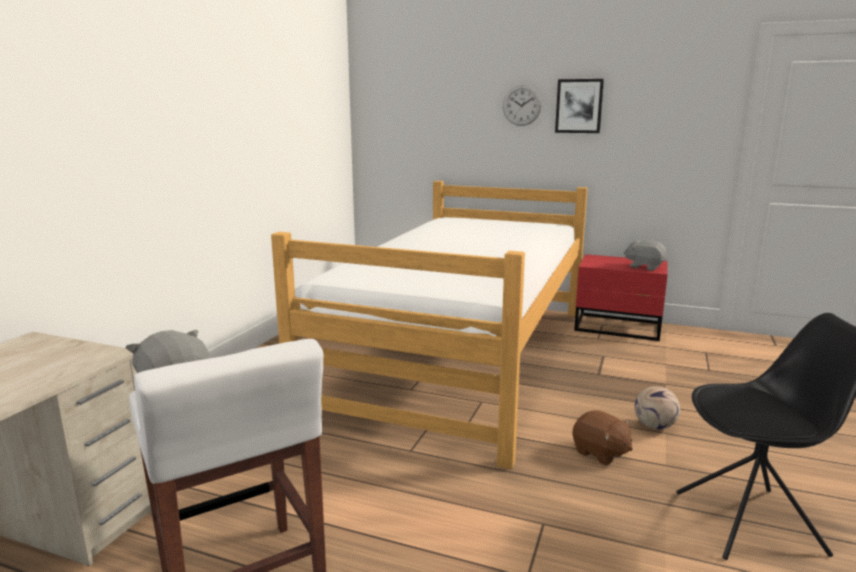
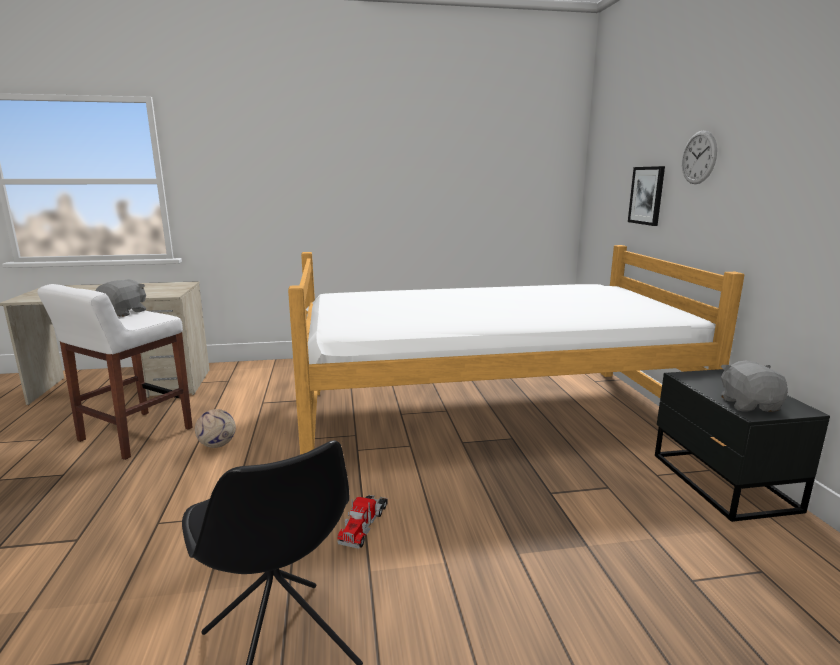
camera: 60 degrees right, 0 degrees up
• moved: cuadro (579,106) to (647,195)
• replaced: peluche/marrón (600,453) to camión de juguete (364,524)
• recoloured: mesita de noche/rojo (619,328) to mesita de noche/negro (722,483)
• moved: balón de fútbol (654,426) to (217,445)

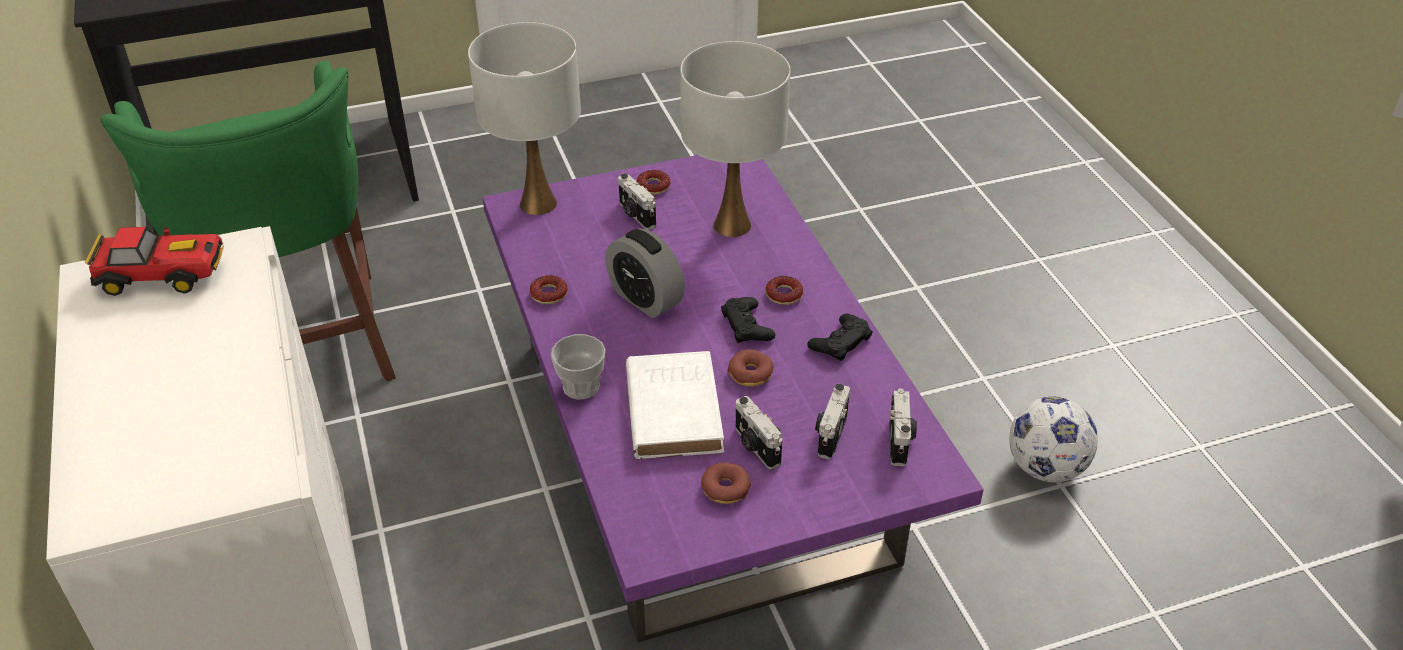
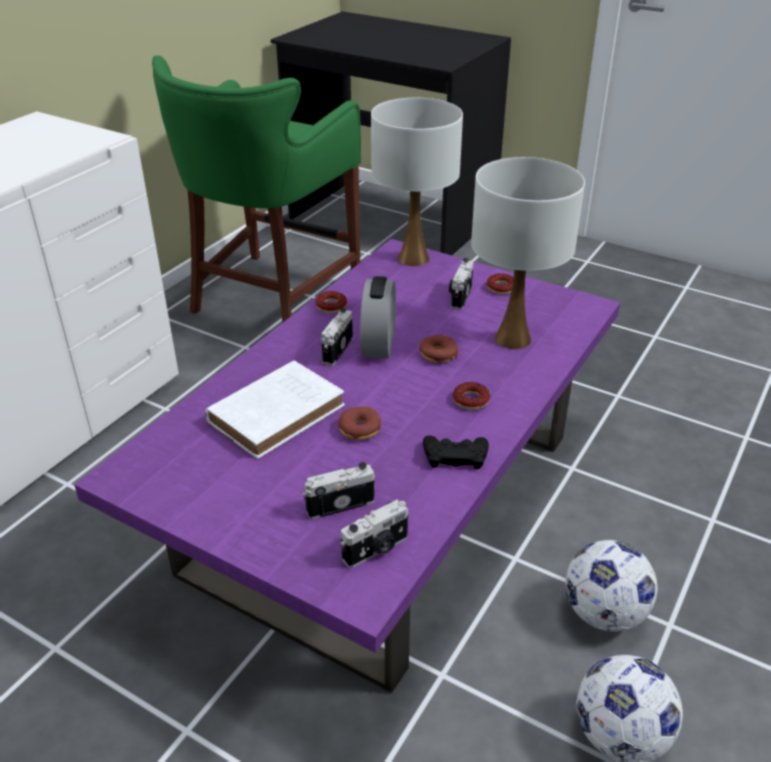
camera: 50 degrees right, 5 degrees down
• removed: coche de juguete (163,275)
• removed: taza (581,387)
• moved: rosquilla (725,489) to (438,354)
• removed: mando de consola/negro (747,326)
• moved: cámara (755,446) to (336,349)
• added: balón de fútbol (603,613)

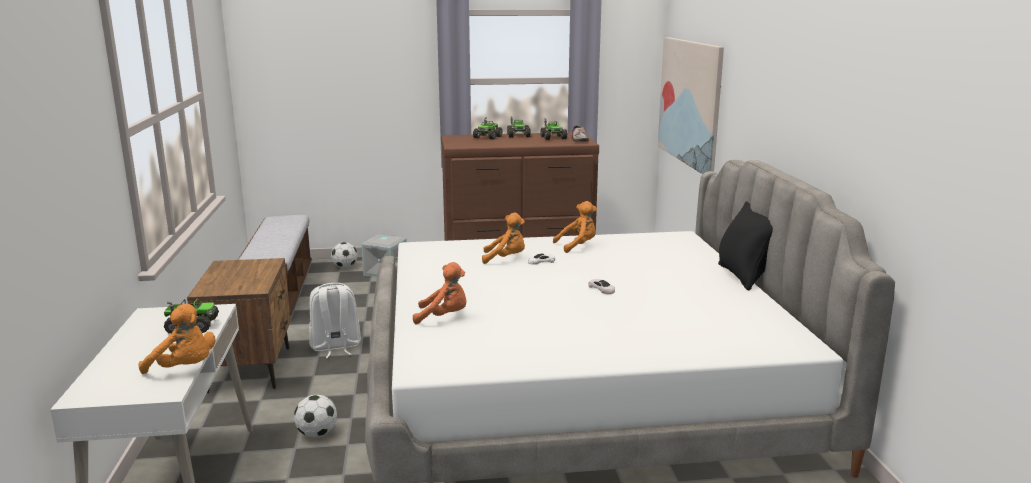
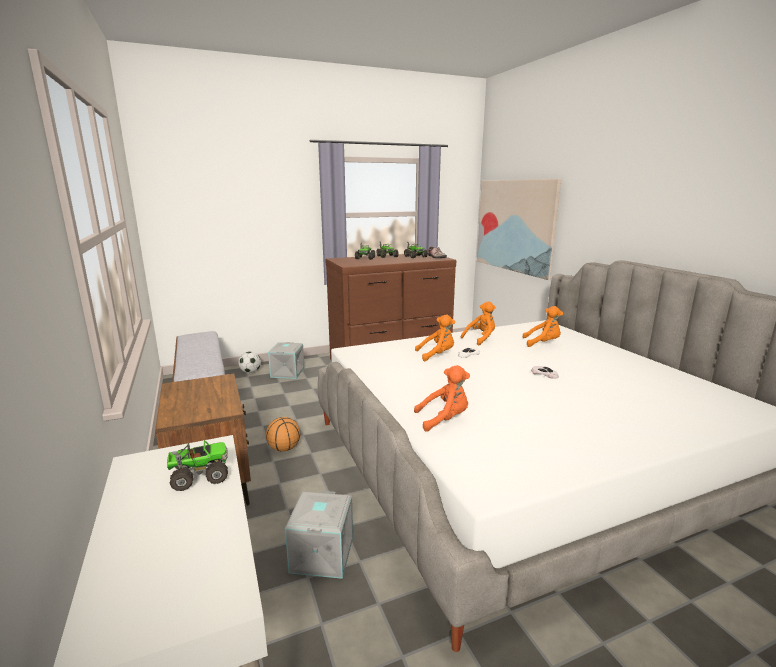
camera: 15 degrees left, 0 degrees up
• moved: peluche/naranja (185,368) to (543,343)
• replaced: balón de fútbol (317,434) to caja de almacenaje/gris (321,554)
• replaced: mochila/blanco (335,347) to balón de baloncesto (284,449)
• removed: cojín/negro (743,276)

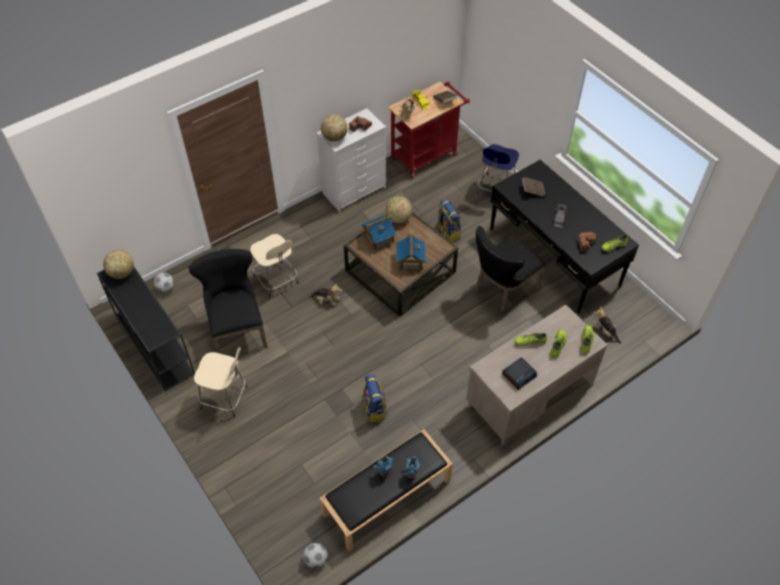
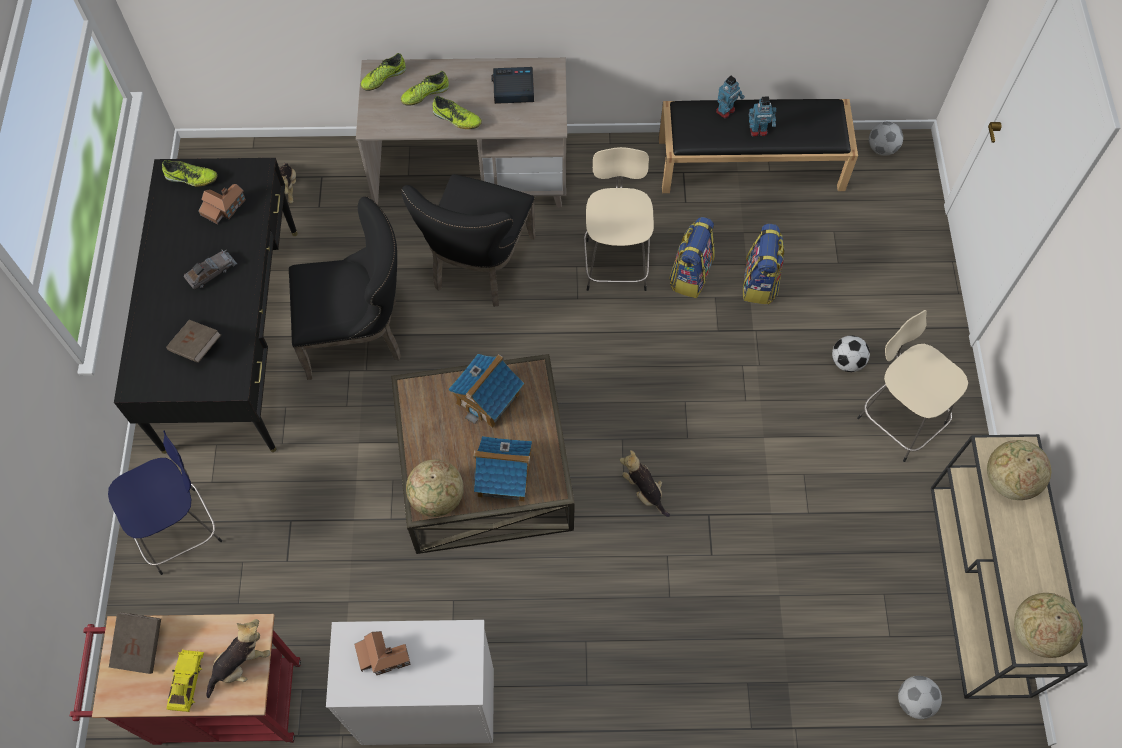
camera: 145 degrees left, 10 degrees up
• recoloured: mesa consola/negro (153,343) to mesa consola/beis (979,590)
• moved: silla/negro (237,328) to (479,267)
• moved: taburete/beis (276,280) to (616,262)
• moved: globo terráqueo (335,137) to (1008,480)
• moved: mochila (447,232) to (760,283)
• added: balón de fútbol (847,362)

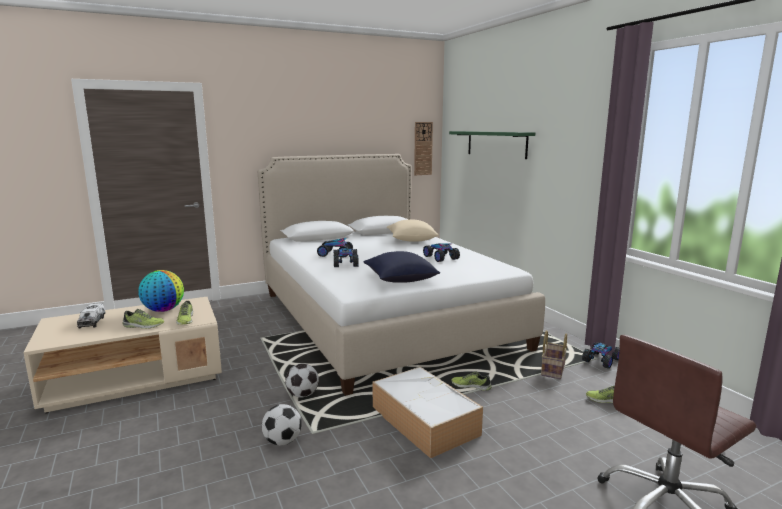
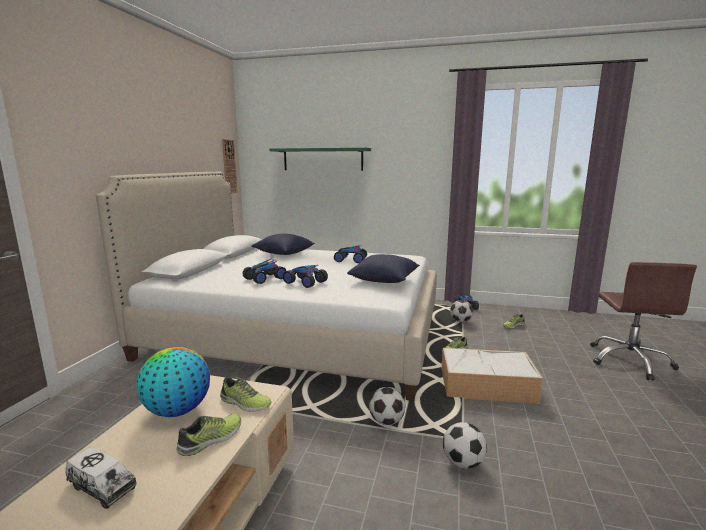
camera: 50 degrees left, 0 degrees up
• recoloured: cojín/beis (411,240) to cojín/azul (284,254)
• replaced: cesta (552,369) to balón de fútbol (460,321)

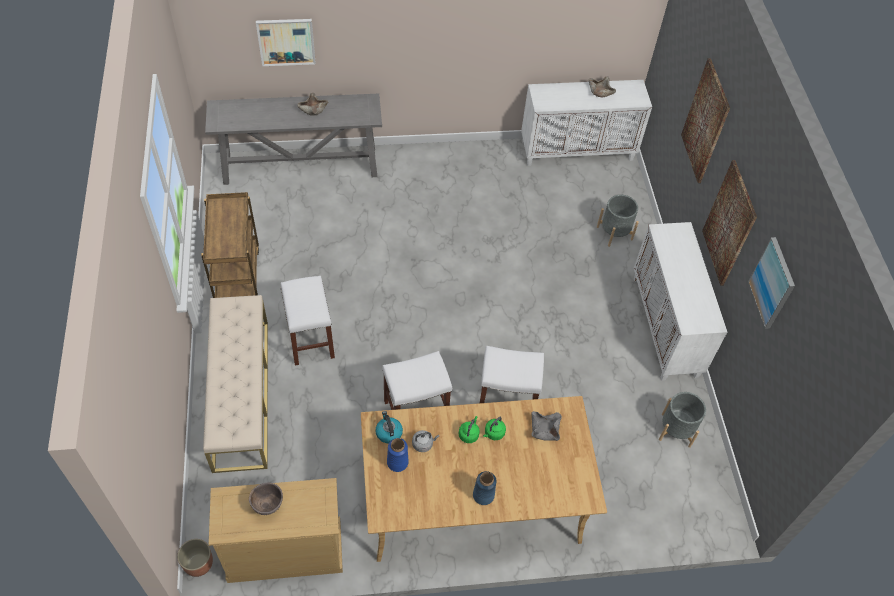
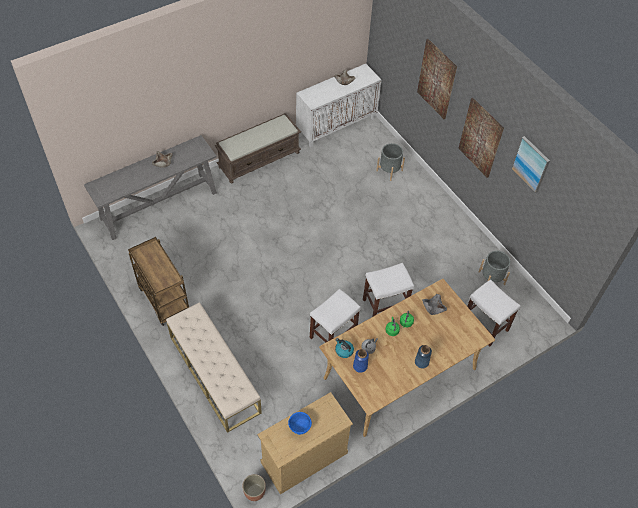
camera: 25 degrees left, 0 degrees up
• recoloured: cuenco/marrón (268,505) to cuenco/azul (299,427)
• removed: cuadro (286,41)
• moved: taburete/blanco (311,340) to (486,326)
• removed: armario/blanco (665,327)
• added: banco/marrón (259,159)

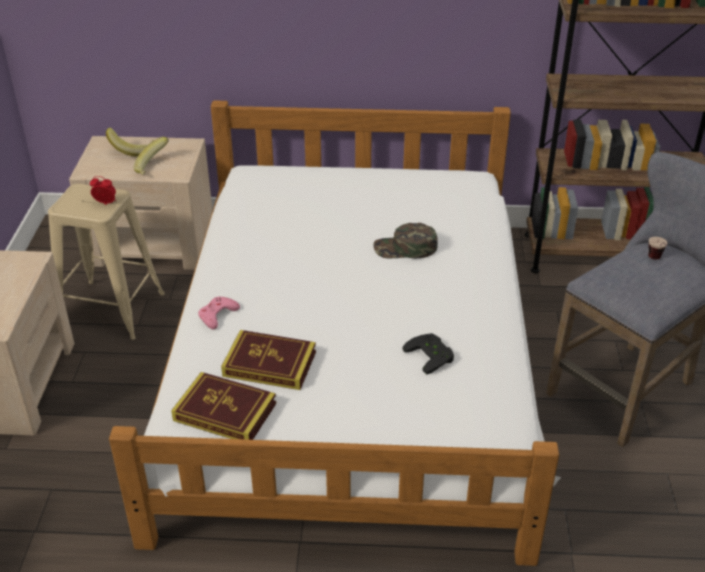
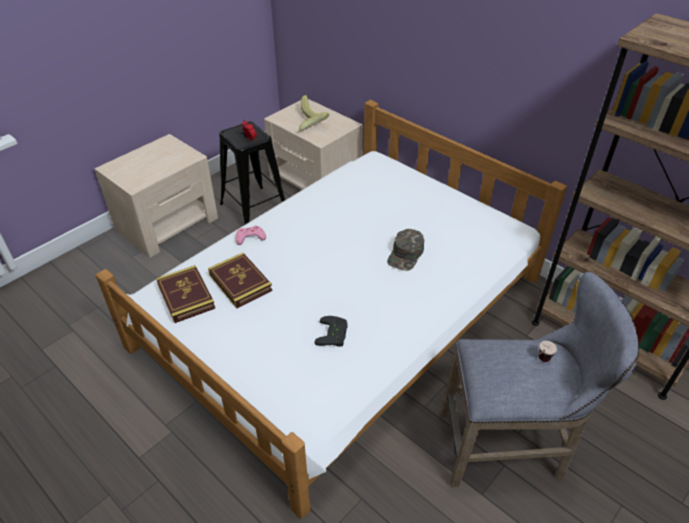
camera: 40 degrees right, 5 degrees up
• recoloured: taburete/beis (111,309) to taburete/negro (254,208)
• turned: gorra/verde (405,248) = (406,254) 105 degrees counterclockwise

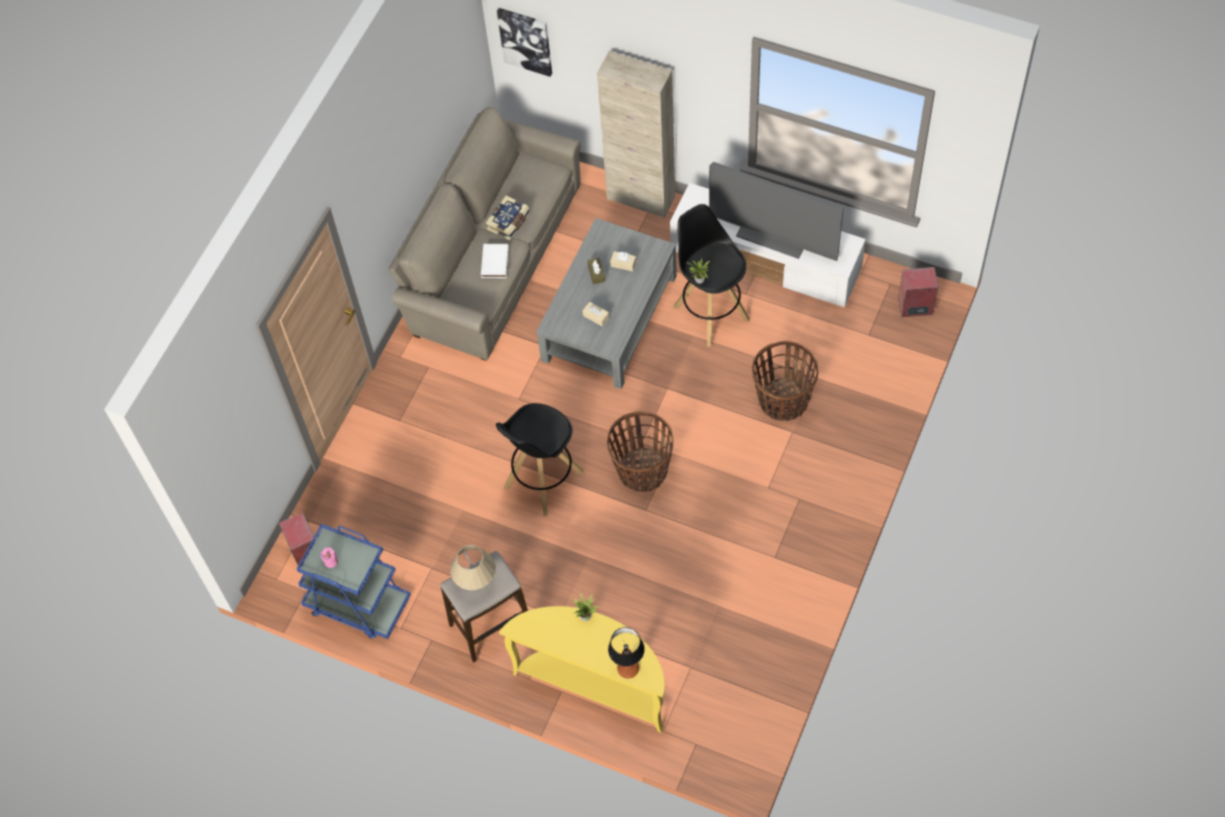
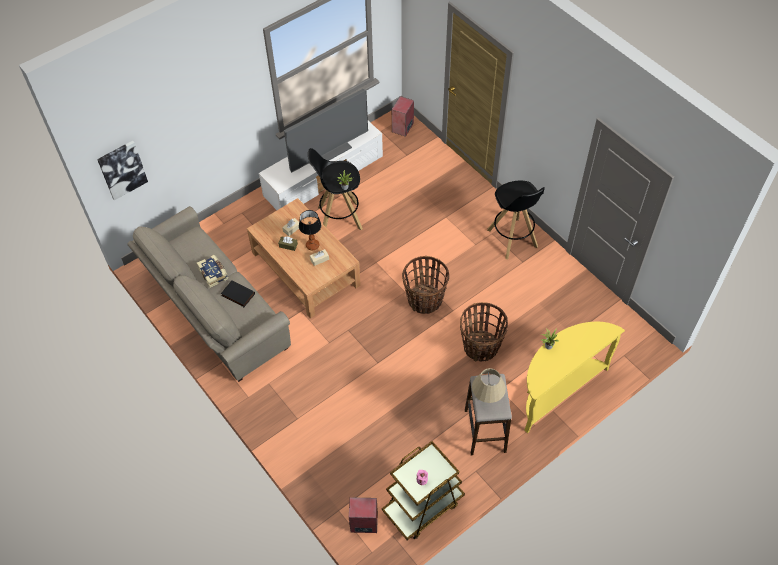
camera: 65 degrees left, 5 degrees down
• recoloured: carrito/azul (357,604) to carrito/marrón (422,506)
• recoloured: libro/blanco (494,262) to libro/negro (237,295)
• moved: taburete/negro (543,480) to (512,239)
• recoloured: mesa de centro/gris (609,317) to mesa de centro/marrón (305,268)
• removed: armario/beis (641,198)
• moved: lámpara de mesa (628,669) to (313,245)
• moved: cesta (783,401) to (481,347)

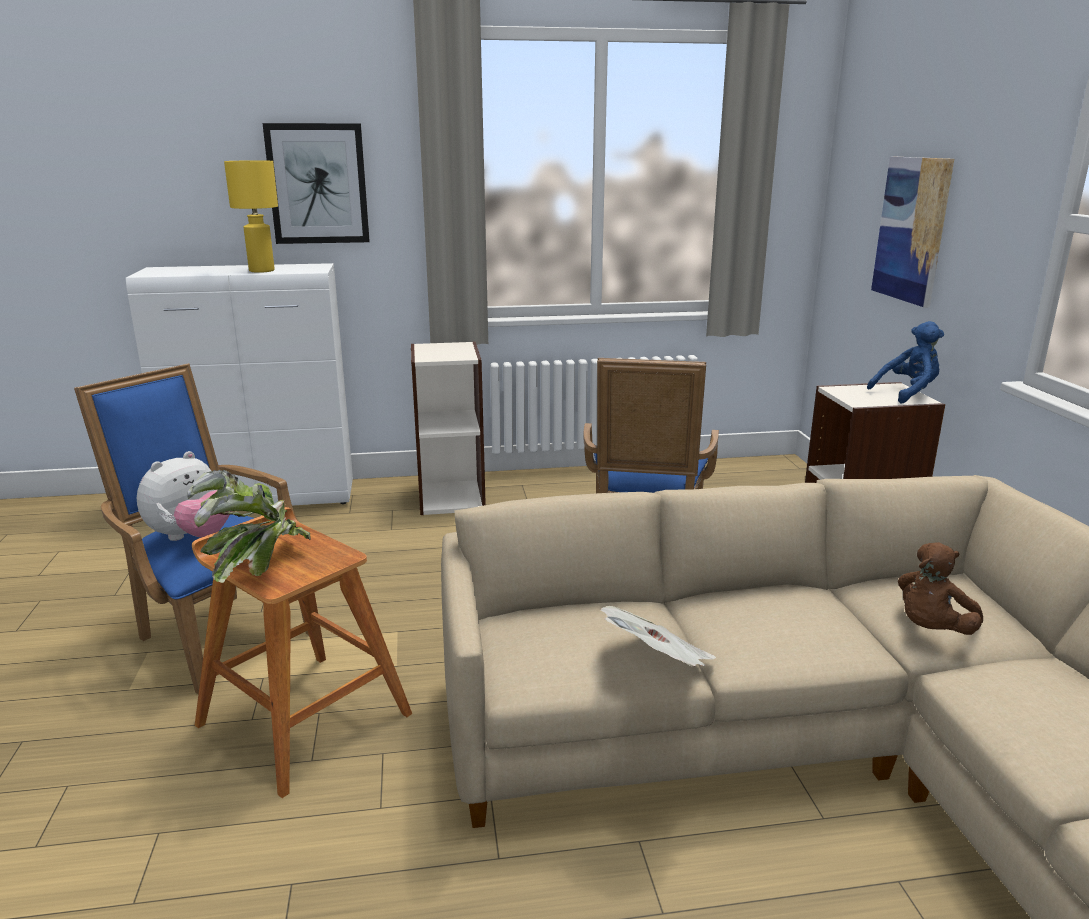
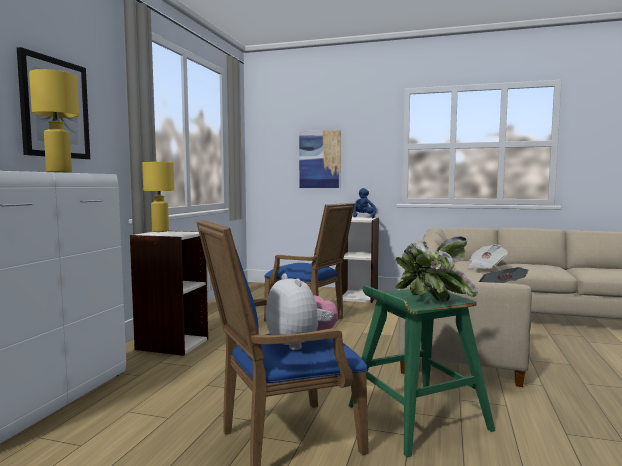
camera: 65 degrees left, 15 degrees down
• recoloured: taburete/marrón (303,718) to taburete/verde (416,418)
• replaced: peluche/marrón (931,630) to periódico (485,267)
• added: lámpara de mesa/amarillo (160,231)

